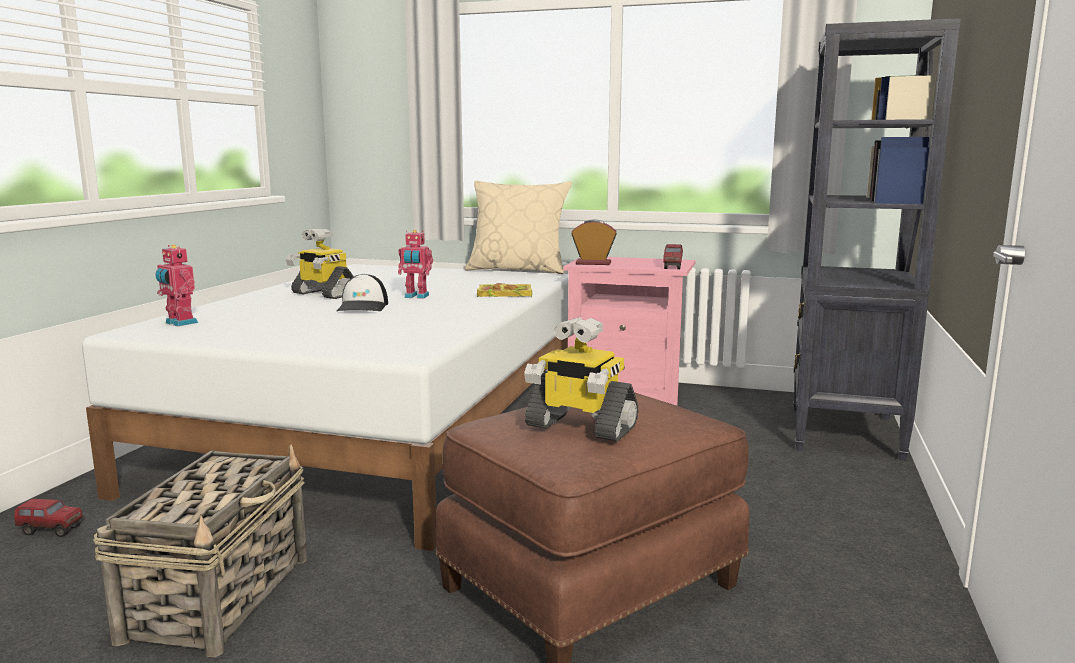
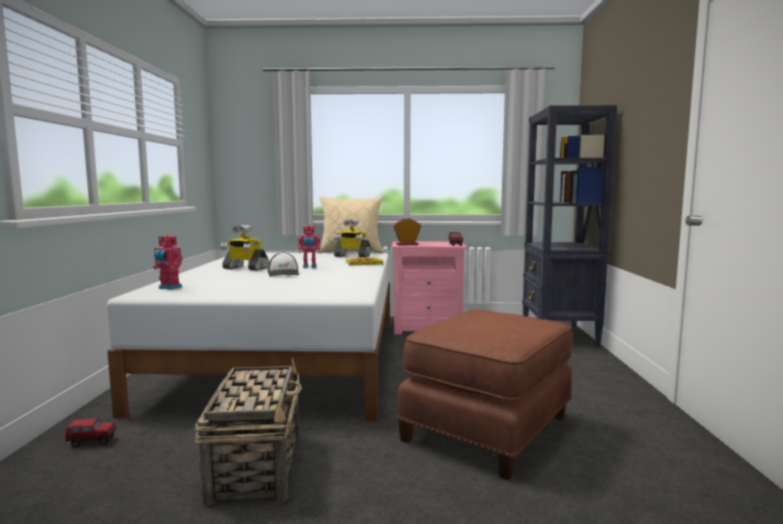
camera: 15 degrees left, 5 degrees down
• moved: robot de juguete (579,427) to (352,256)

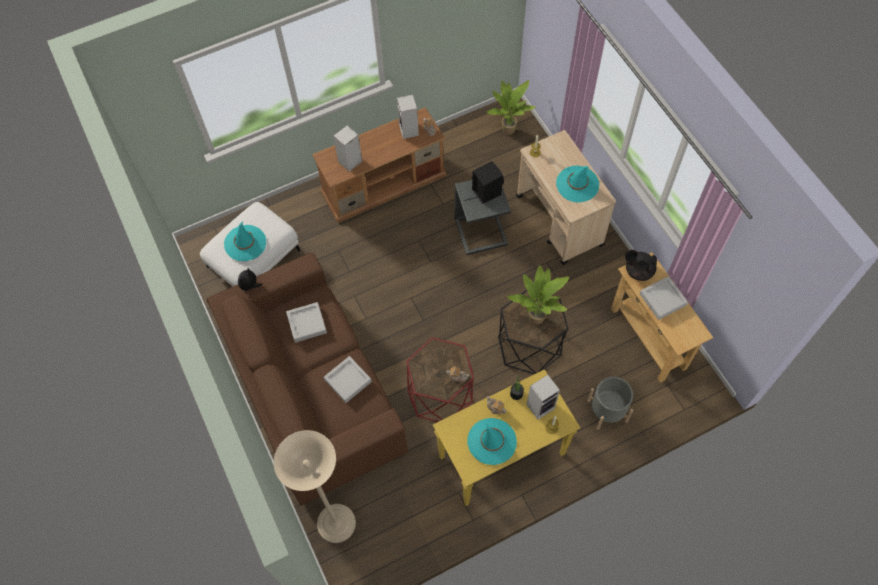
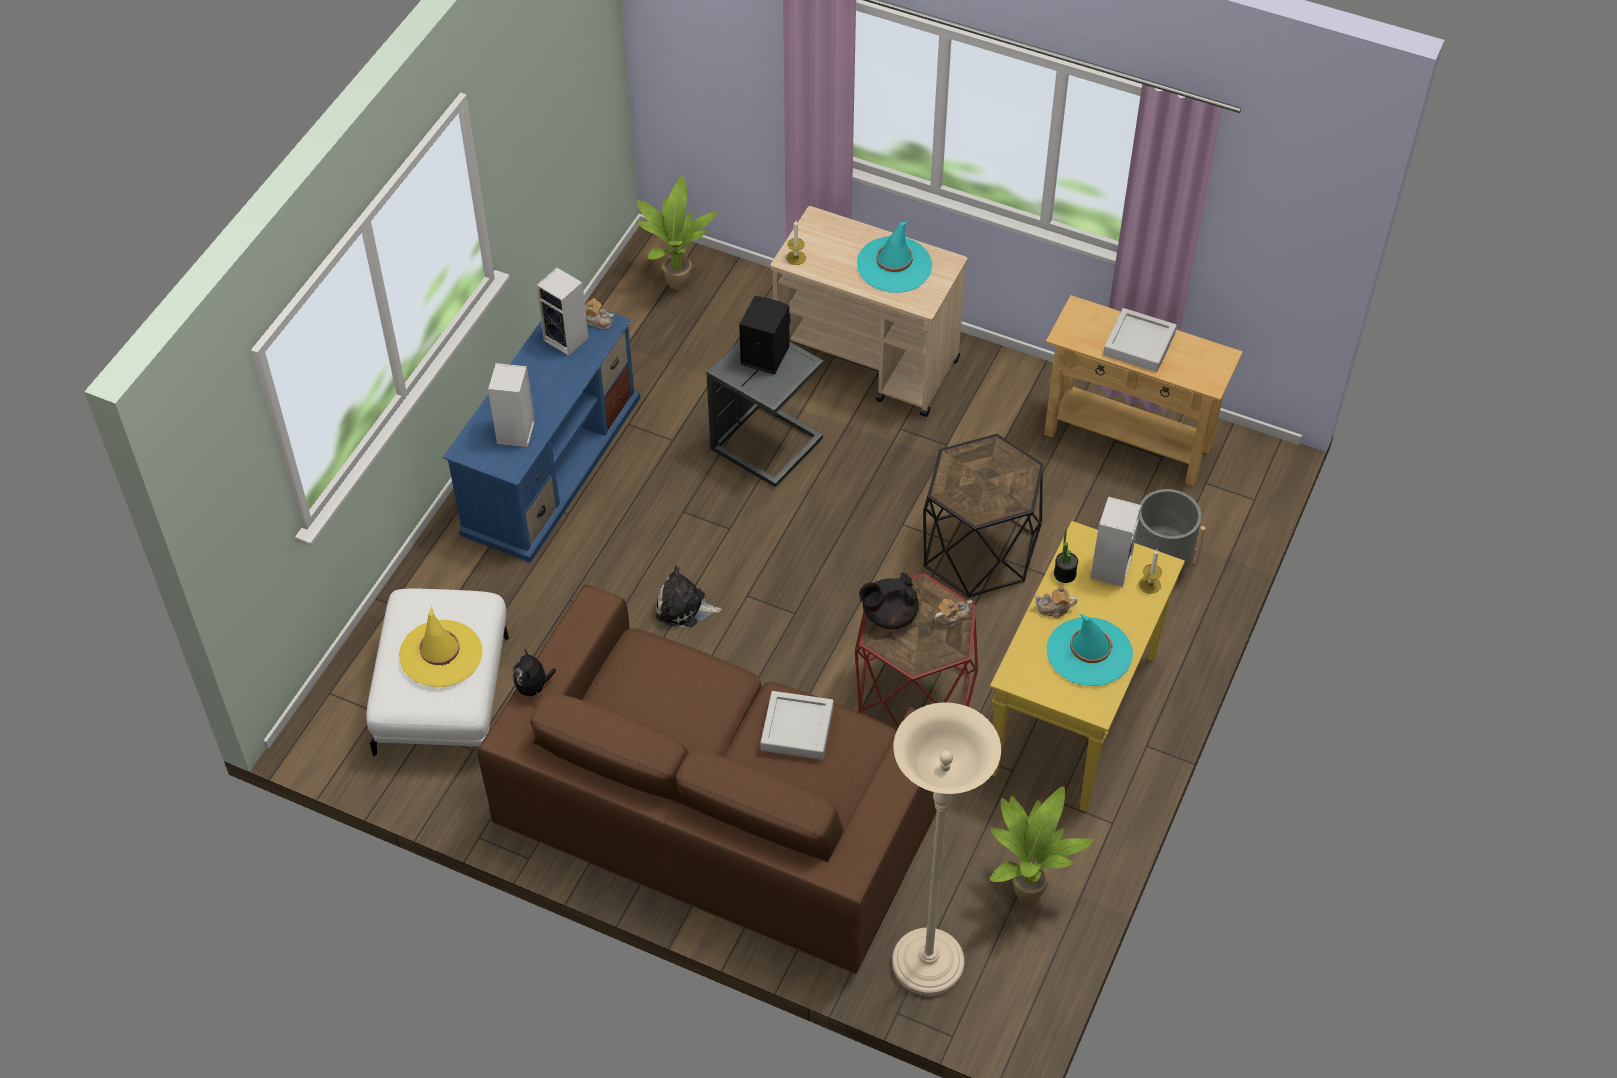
camera: 40 degrees left, 10 degrees down
• recoloured: sombrero/turquesa (245,243) to sombrero/amarillo (441,654)
• removed: bandeja/gris (307,324)
• recoloured: mueble de televisión/marrón (384,182) to mueble de televisión/azul (551,463)
• moved: planta en maceta (536,317) to (1024,890)
• moved: tetera/negro (638,271) to (888,615)
• added: peluche (684,608)

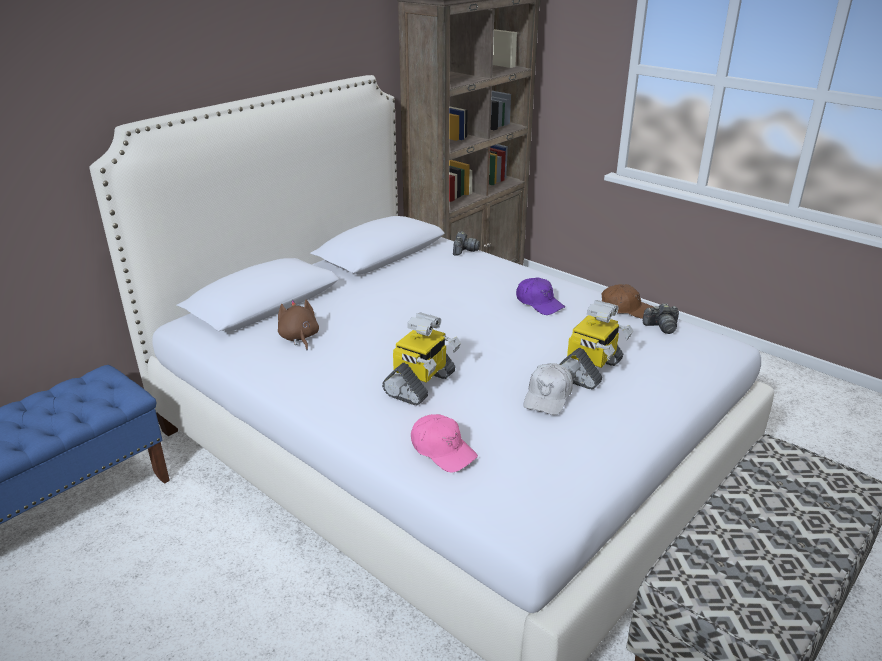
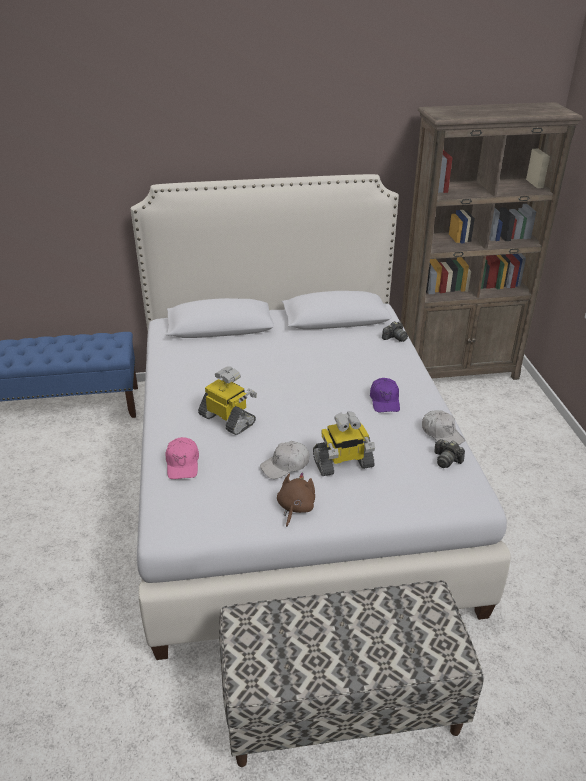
camera: 40 degrees right, 5 degrees up
• moved: peluche/marrón (299,338) to (295,508)
• turned: robot de juguete (421,384) = (228,419) 120 degrees counterclockwise
• recoloured: gorra/marrón (625,309) to gorra/blanco (442,434)

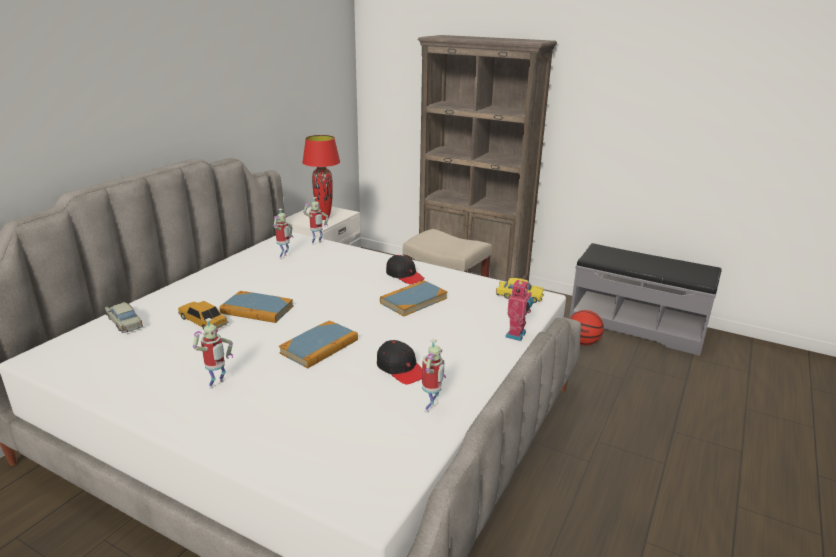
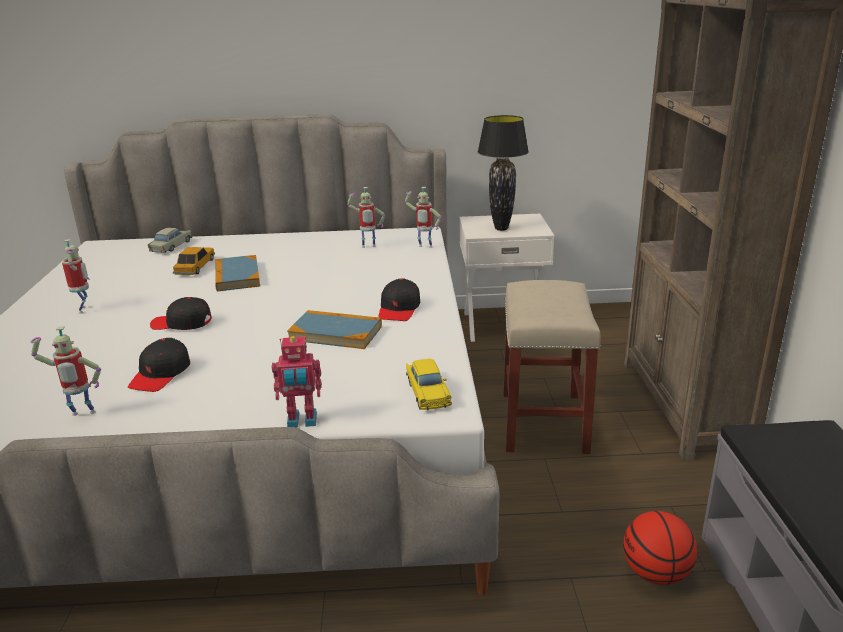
camera: 60 degrees right, 0 degrees up
• turned: robot de juguete (217,385) = (84,310) 105 degrees counterclockwise
• replaced: libro (319,347) to gorra/negro (182,323)
• recoloured: lámpara de mesa/rojo (324,218) to lámpara de mesa/negro (501,228)

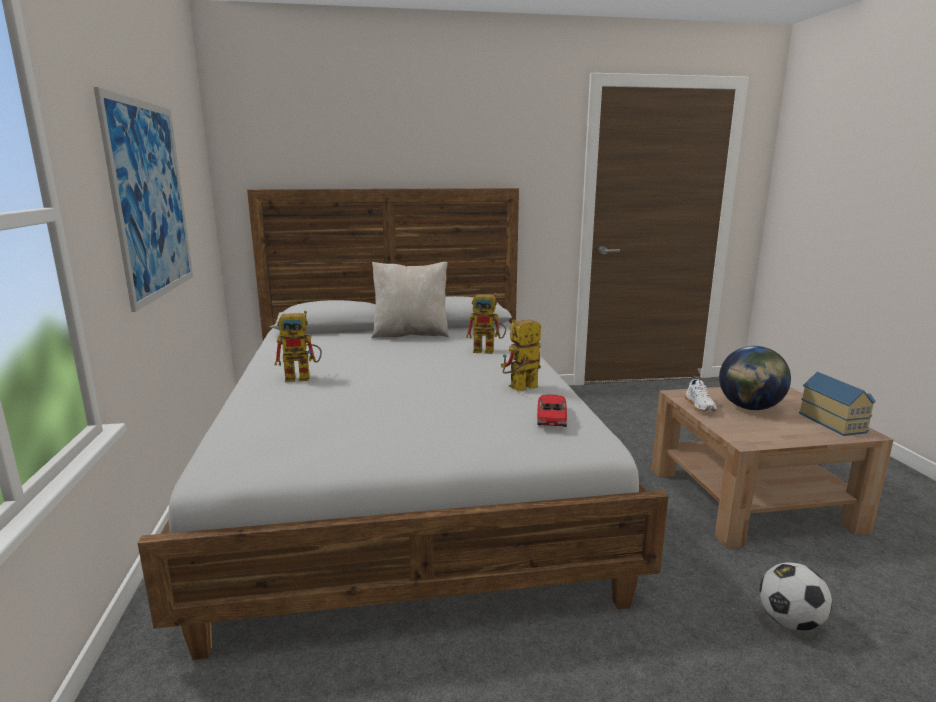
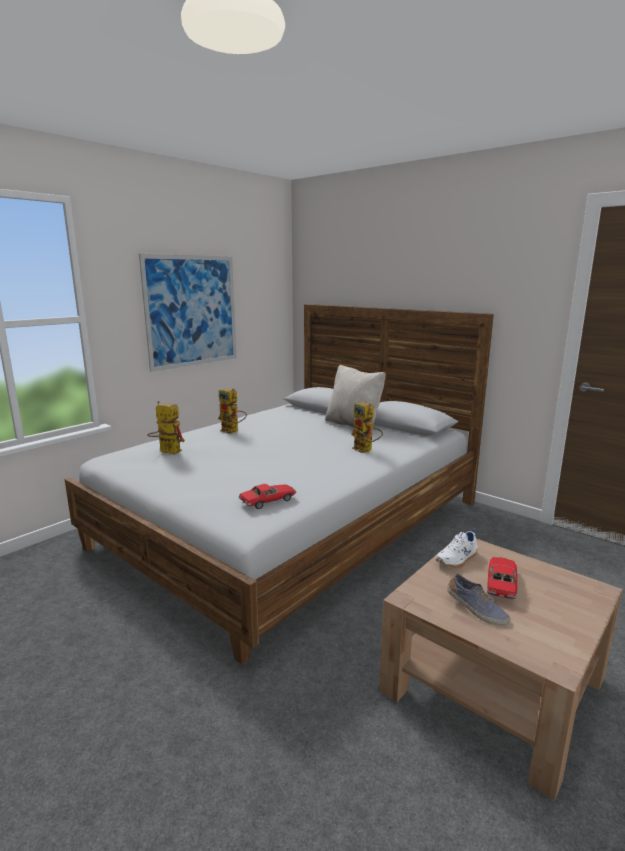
camera: 50 degrees right, 0 degrees up
• moved: robot de juguete (519,389) to (166,451)
• replaced: globo terráqueo (749,408) to coche de juguete (501,583)
• removed: balón de fútbol (790,621)
• removed: casita (834,422)
• added: zapato (476,610)

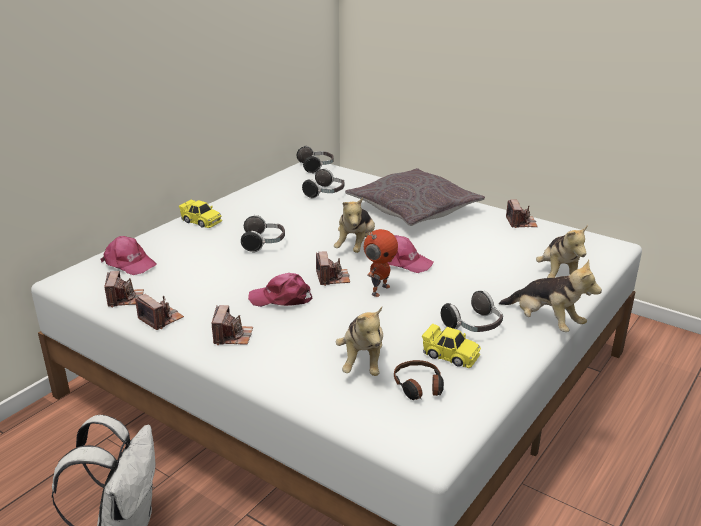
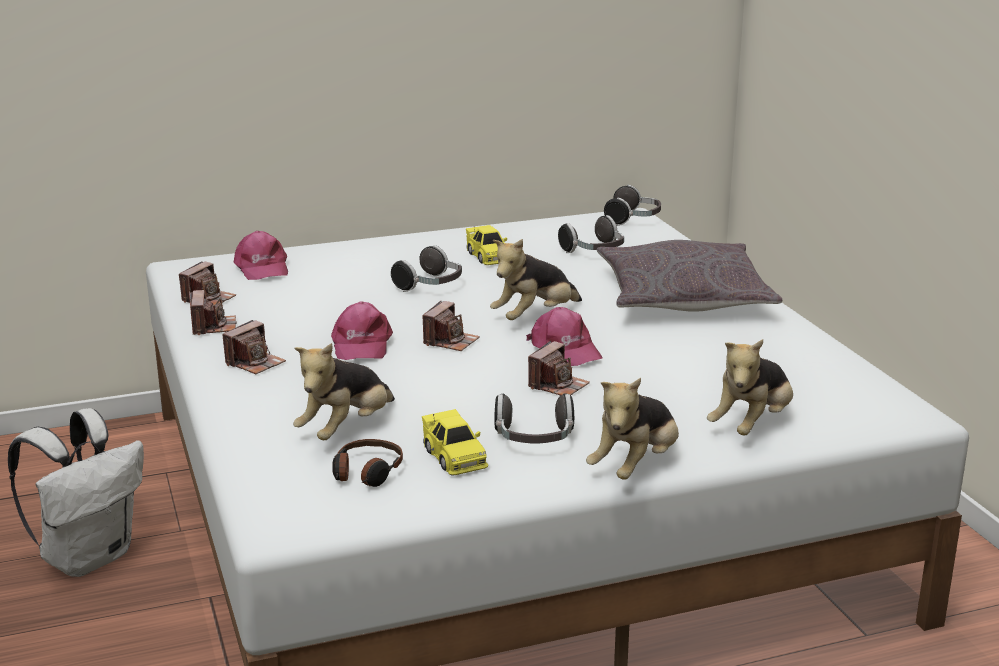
camera: 35 degrees right, 5 degrees down
• moved: coche de juguete/amarillo (201,221) to (488,256)
• turned: gorra/rosa (281,298) = (361,344) 135 degrees counterclockwise
• removed: robot de juguete (379,290)
• turned: peluche (545,322) = (636,466) 45 degrees clockwise
• moved: cámara (521,223) to (558,385)

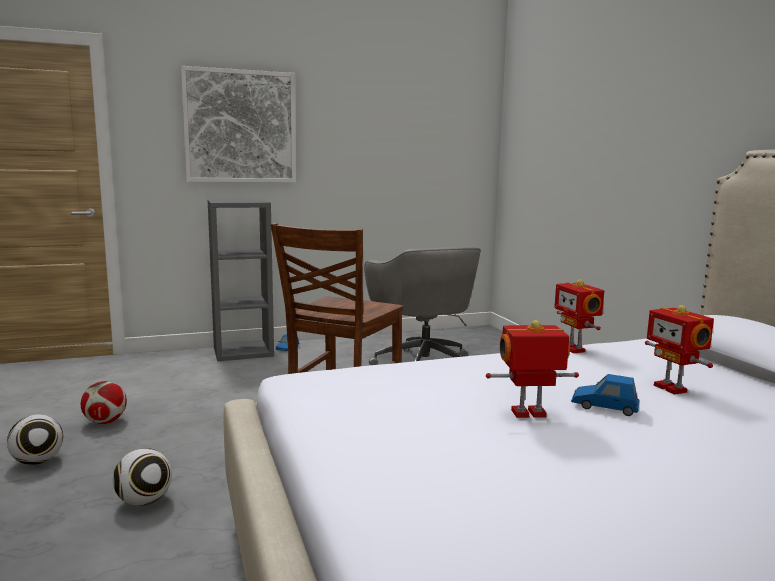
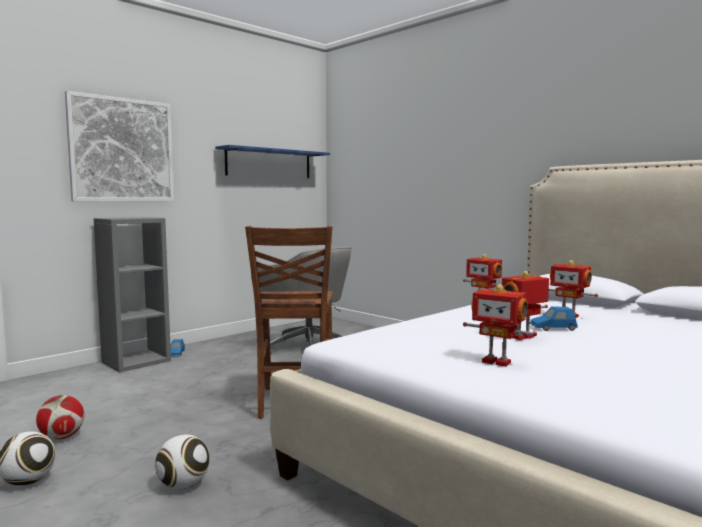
camera: 25 degrees left, 5 degrees down
• added: estante/azul (269,163)
• added: robot de juguete (497,362)

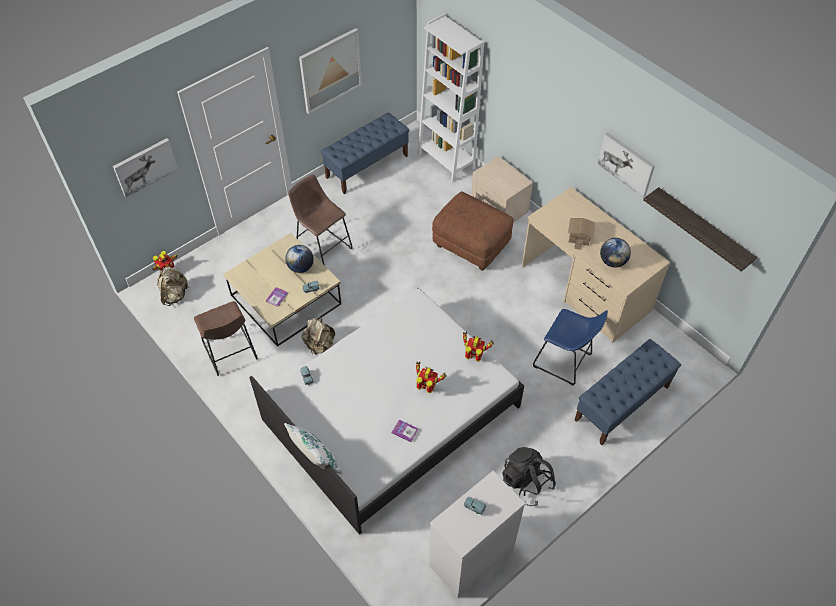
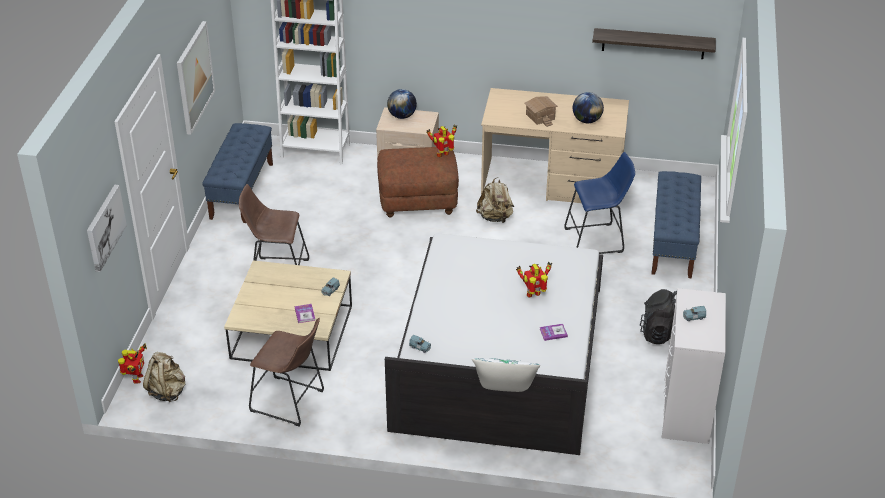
camera: 40 degrees left, 15 degrees down
• moved: globo terráqueo (301,267) to (402,116)
• moved: mochila/beis (319,345) to (495,217)
• moved: robot de juguete (474,358) to (443,155)
• removed: cuadro (626,163)

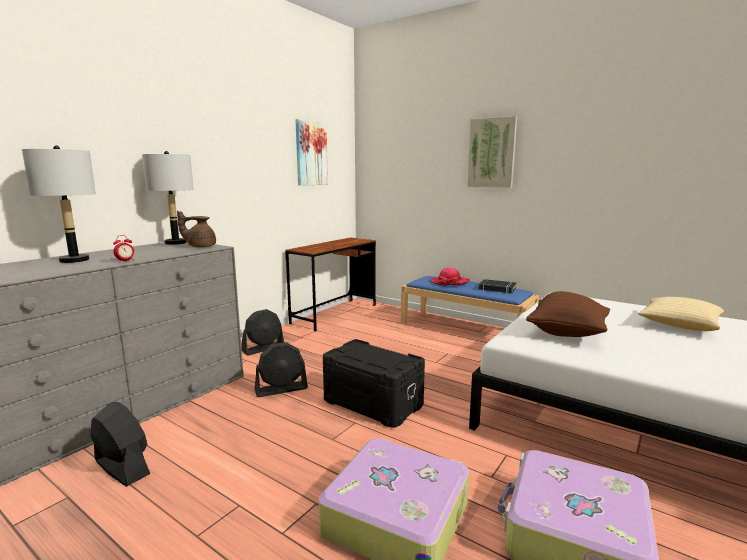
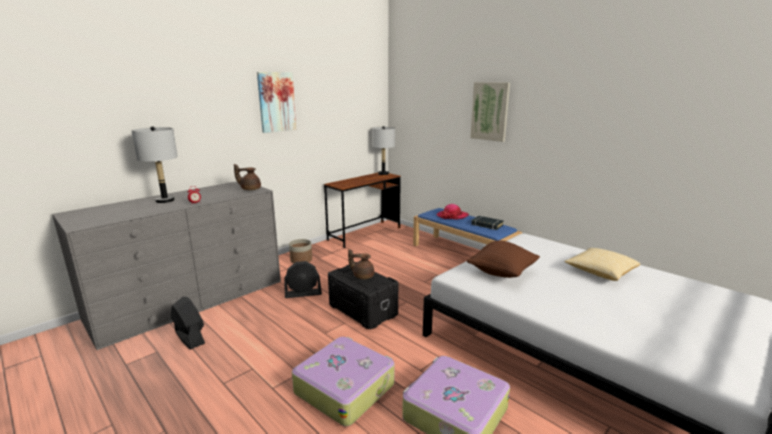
camera: 10 degrees right, 5 degrees up
• moved: lámpara de mesa/gris (175,243) to (383,174)
• replaced: ventilador/negro (263,348) to maceta (301,260)
• moved: cuadro (311,153) to (276,102)
• added: tetera/marrón (362,276)

